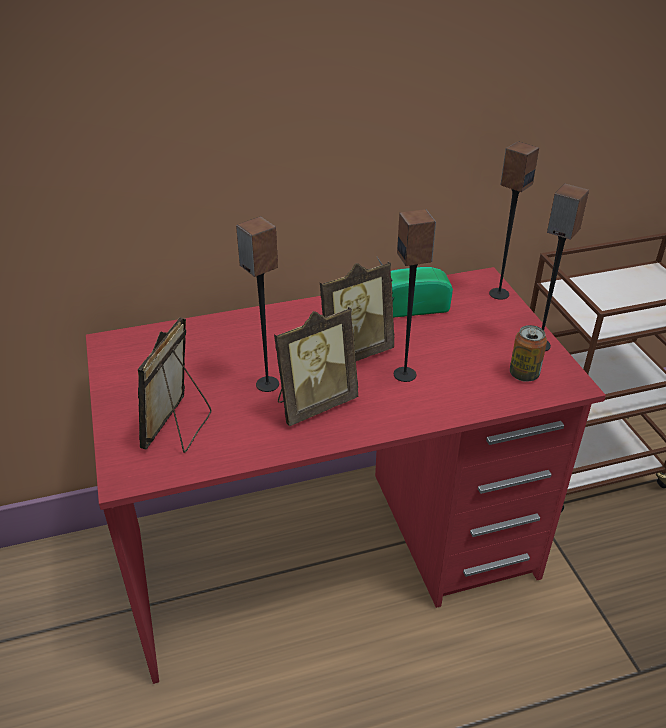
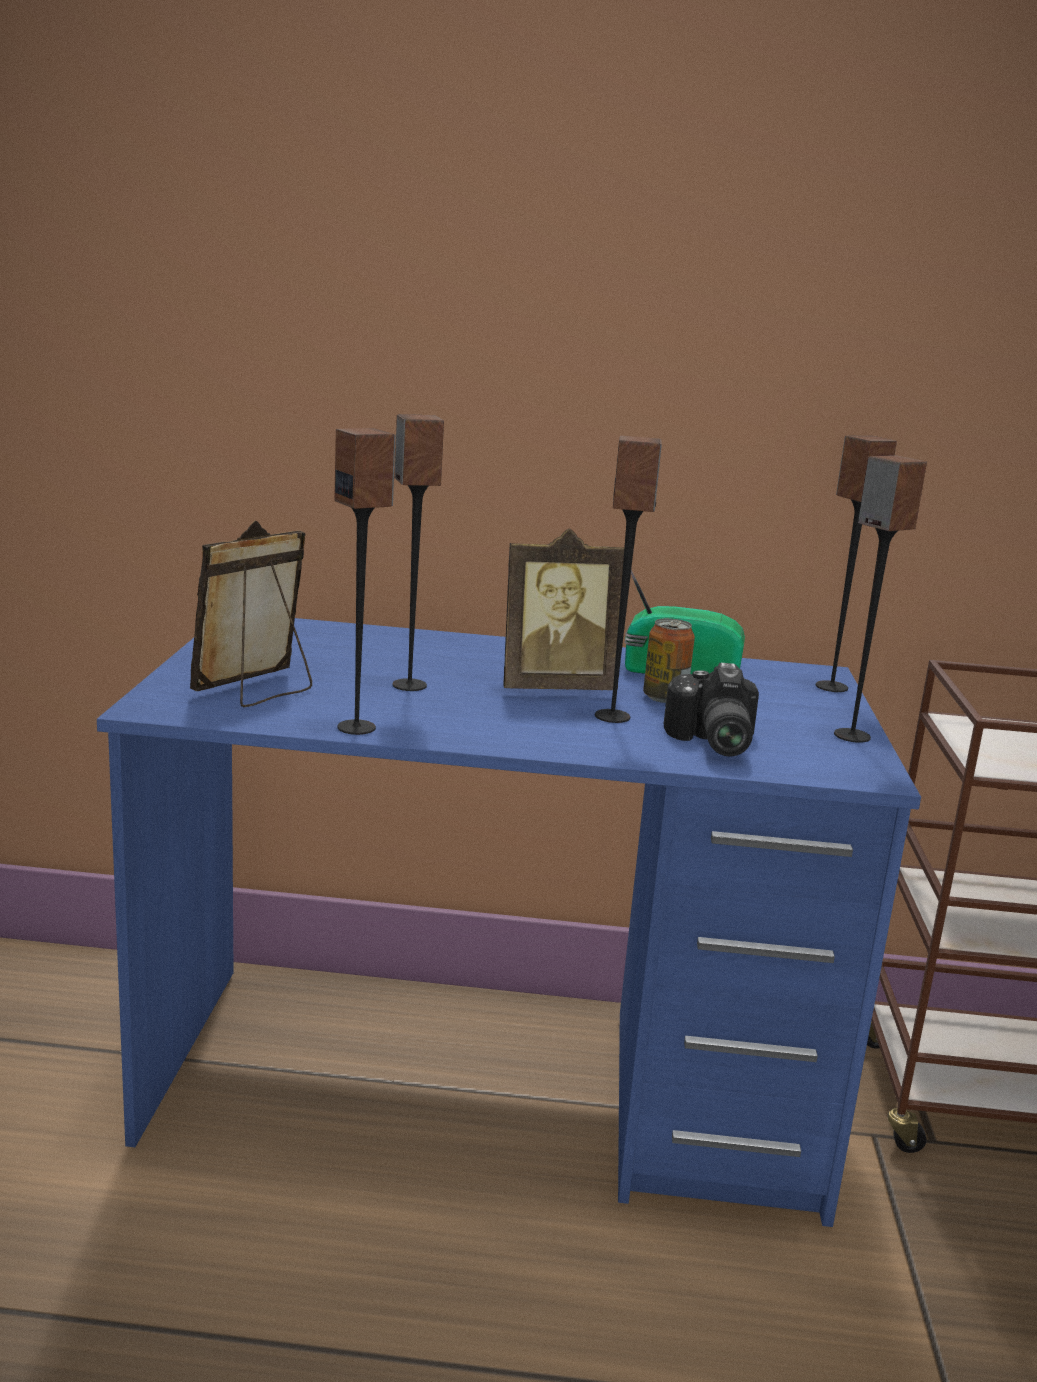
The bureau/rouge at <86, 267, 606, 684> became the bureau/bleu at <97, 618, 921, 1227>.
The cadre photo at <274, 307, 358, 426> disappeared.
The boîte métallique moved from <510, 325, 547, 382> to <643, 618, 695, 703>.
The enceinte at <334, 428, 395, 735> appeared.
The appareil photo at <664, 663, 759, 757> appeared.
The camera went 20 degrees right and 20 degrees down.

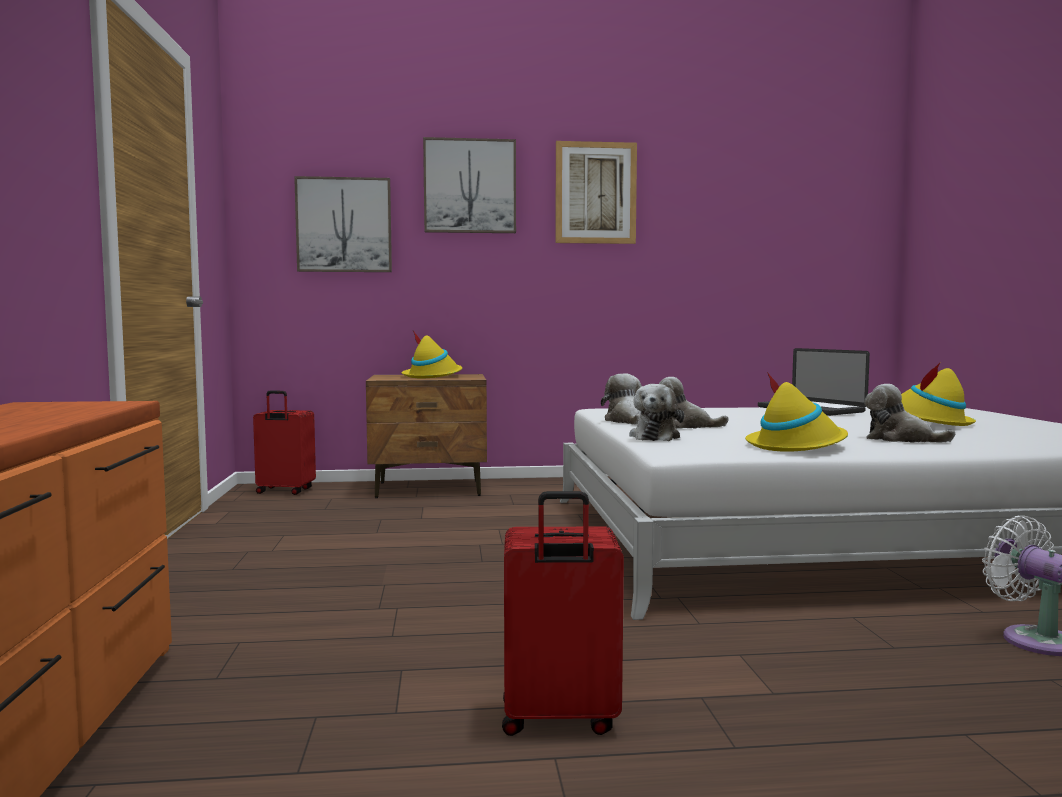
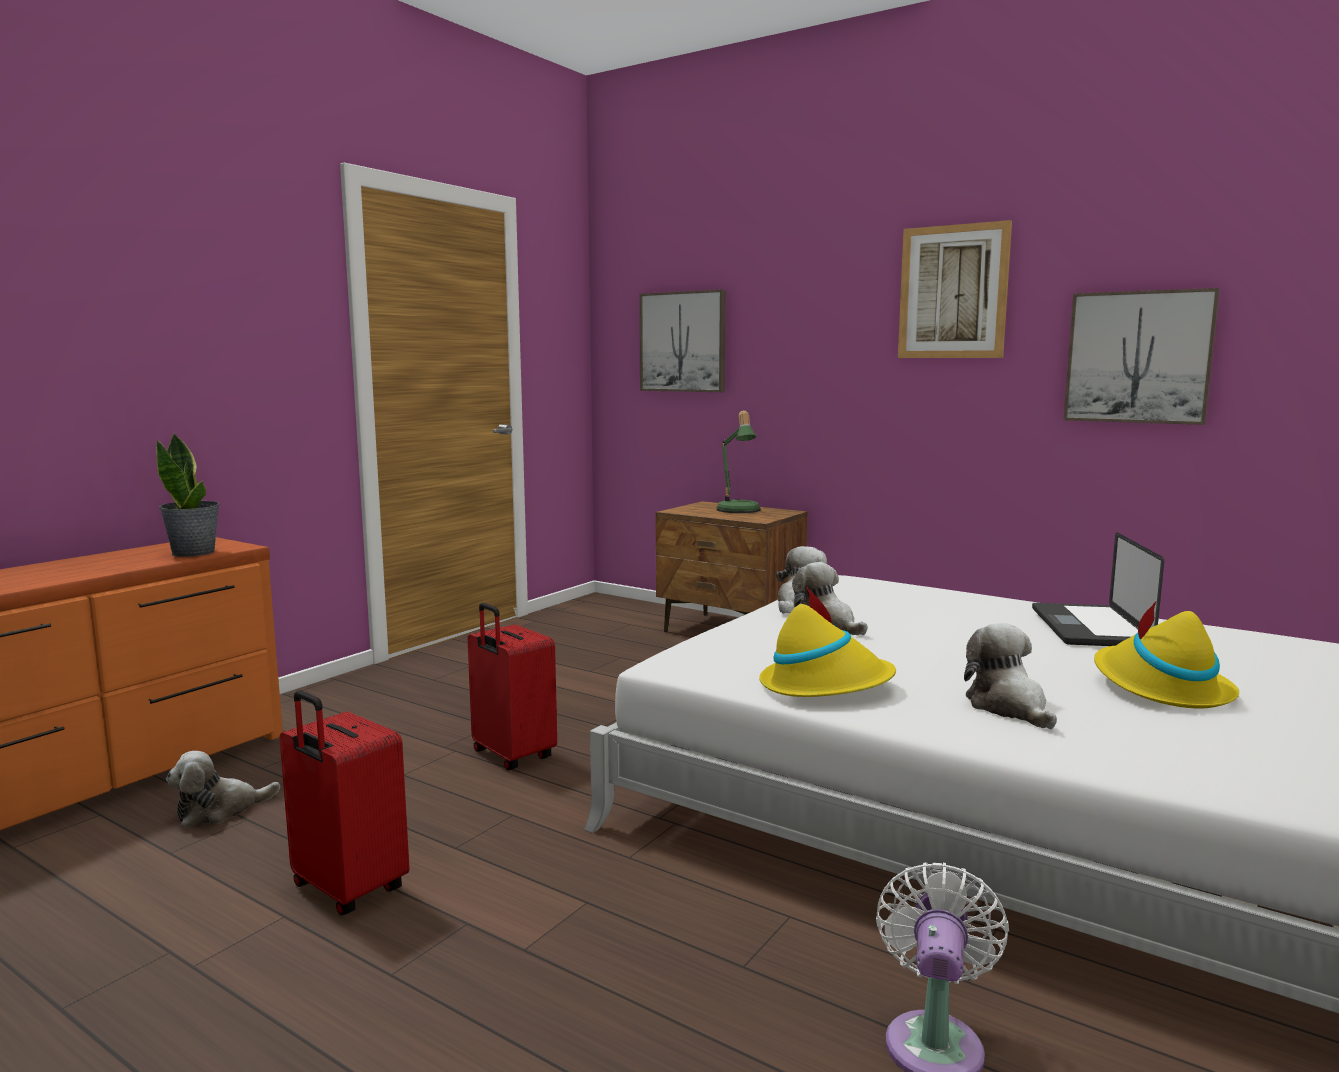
The tableau moved from <423, 137, 516, 233> to <1063, 288, 1220, 425>.
The chapeau/jaune at <401, 331, 462, 378> was replaced by the lampe de table at <716, 410, 761, 513>.
The peluche moved from <629, 384, 684, 441> to <166, 751, 280, 828>.
The valise/rouge moved from <253, 390, 316, 495> to <468, 603, 557, 770>.
The plante en pot at <156, 433, 219, 557> appeared.
The camera went 40 degrees right and 5 degrees up.

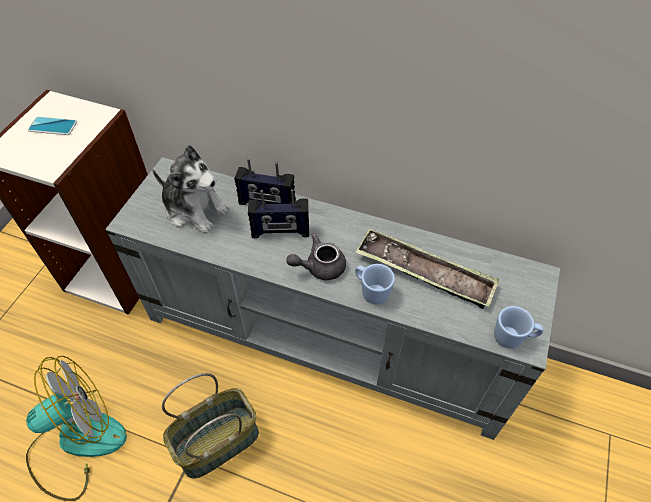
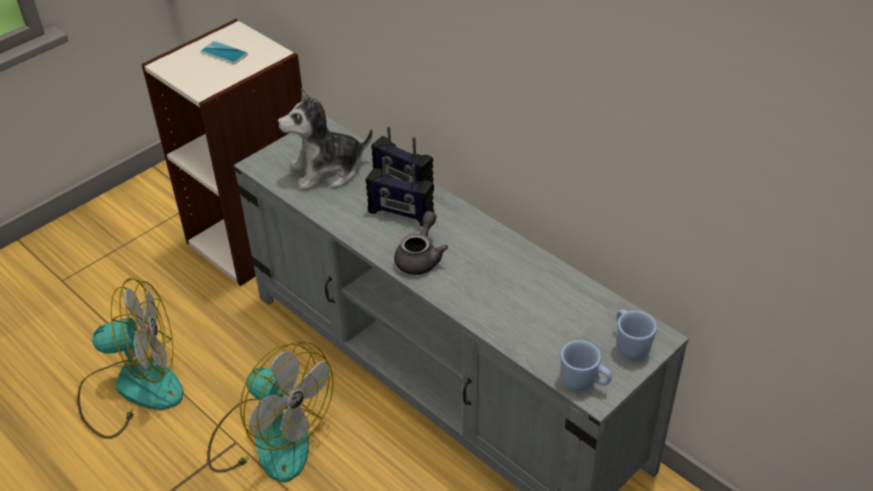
The peluche at <152, 145, 230, 234> turned 105 degrees clockwise.
The plateau at <355, 229, 499, 309> disappeared.
The théière/gris at <286, 233, 346, 280> turned 105 degrees clockwise.
The mug/bleu moved from <355, 264, 395, 305> to <617, 309, 657, 360>.
The panier at <162, 373, 259, 479> was replaced by the ventilateur at <207, 341, 333, 482>.
The camera went 25 degrees right and 10 degrees down.

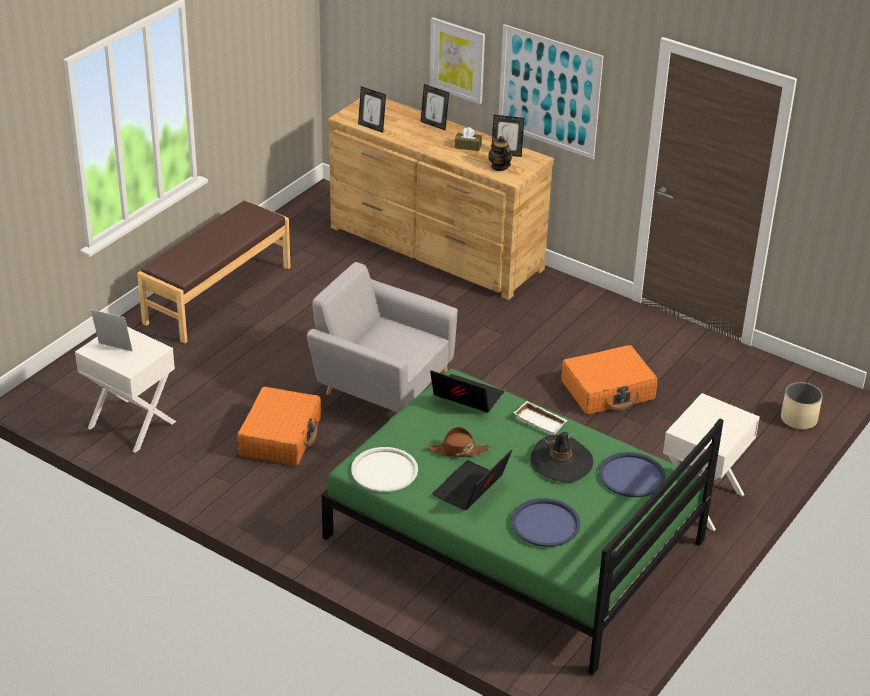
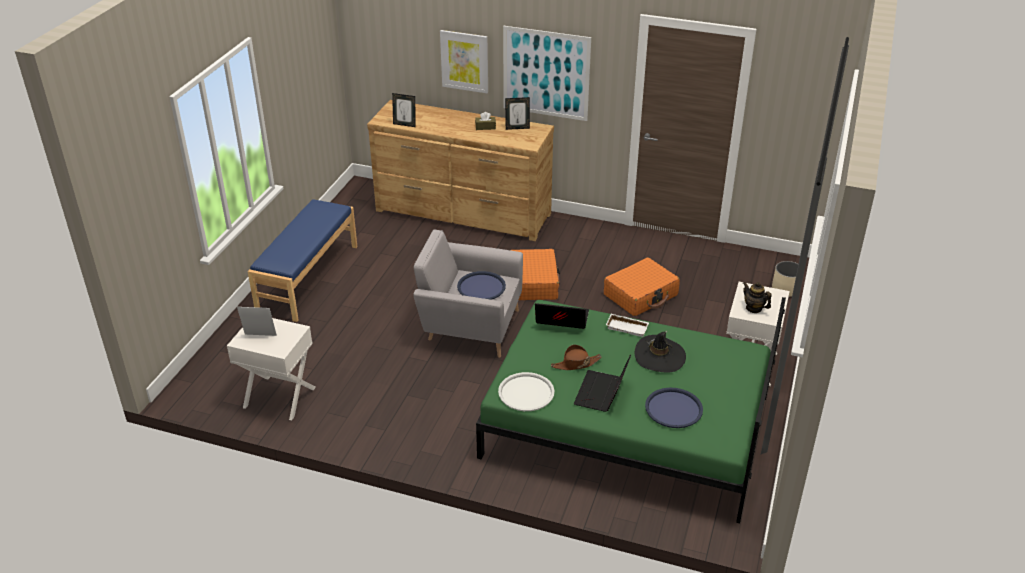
The cadre photo at <420, 84, 449, 130> disappeared.
The théière moved from <488, 136, 512, 171> to <743, 282, 772, 313>.
The banc/marron at <137, 201, 290, 344> became the banc/bleu at <248, 199, 358, 322>.
The valise/orange moved from <237, 387, 321, 466> to <511, 249, 560, 300>.
The plateau/bleu moved from <599, 452, 666, 497> to <457, 271, 506, 300>.
The camera went 15 degrees left and 0 degrees up.

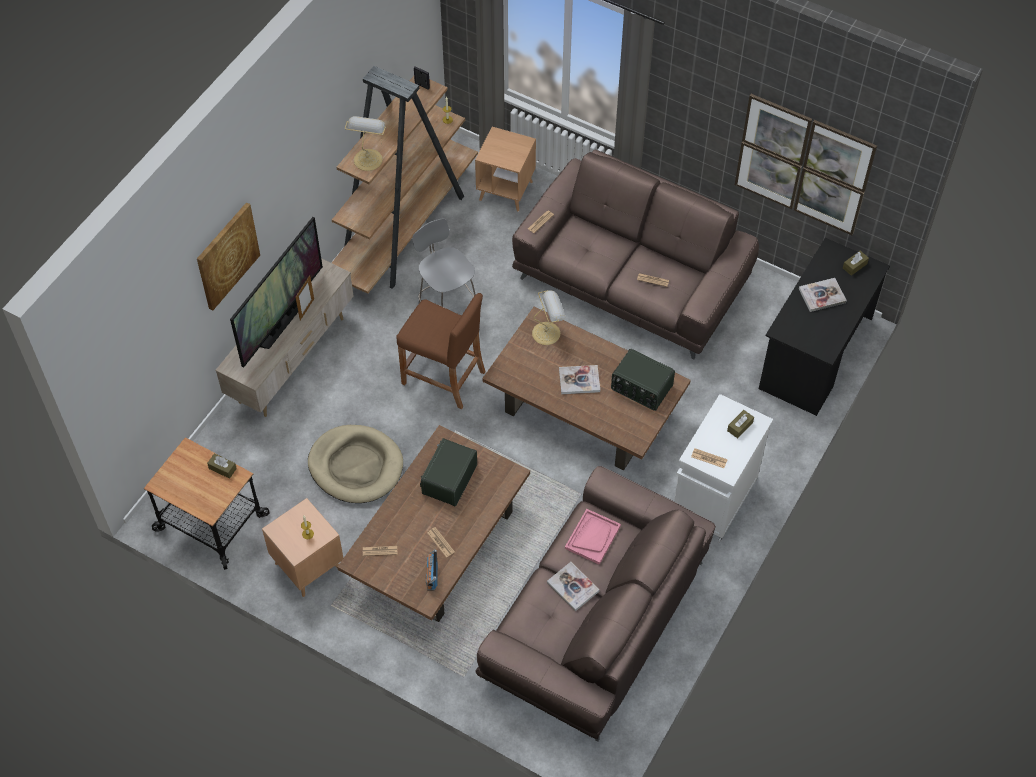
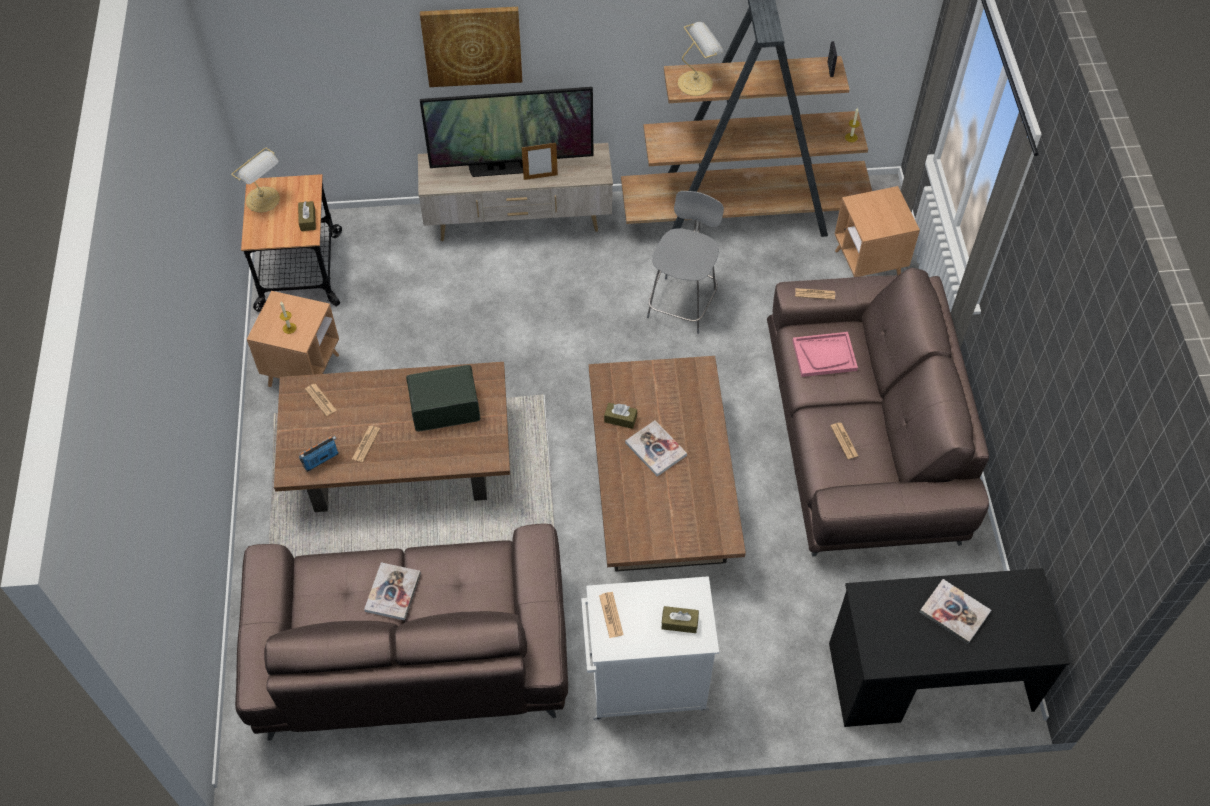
The tableau at <735, 94, 877, 236> disappeared.
The boîte à mouchoirs/marron moved from <843, 251, 869, 276> to <604, 403, 637, 429>.
The lampe de table moved from <532, 290, 566, 345> to <231, 148, 280, 212>.
The tabouret/marron at <396, 293, 486, 409> disappeared.
The radio at <611, 349, 675, 411> disappeared.
The panier pour chien/beige at <308, 425, 403, 503> disappeared.
The plateau/rose moved from <565, 509, 621, 565> to <792, 332, 858, 377>.
The camera went 55 degrees right and 0 degrees up.

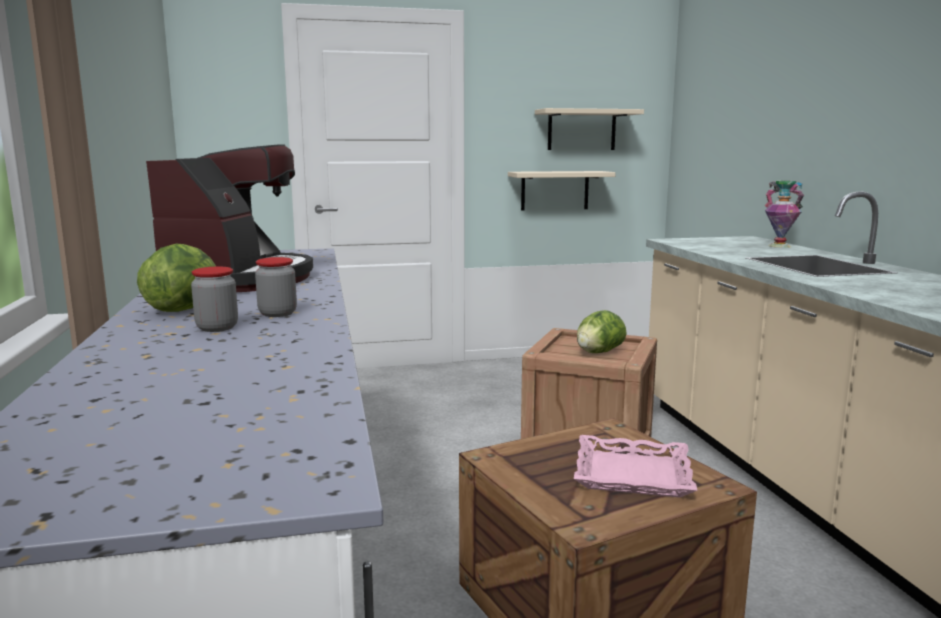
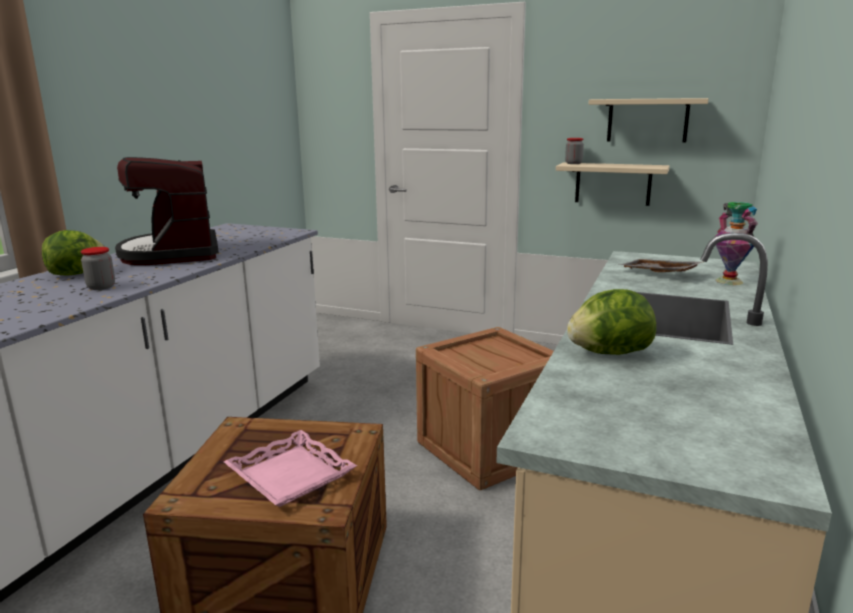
The machine à café at <146, 144, 313, 292> turned 120 degrees clockwise.
The bocal moved from <191, 267, 238, 332> to <565, 138, 584, 164>.
The laitue moved from <577, 310, 627, 353> to <567, 289, 656, 355>.
The plateau/gris at <618, 259, 702, 272> appeared.
The camera went 35 degrees right and 5 degrees up.

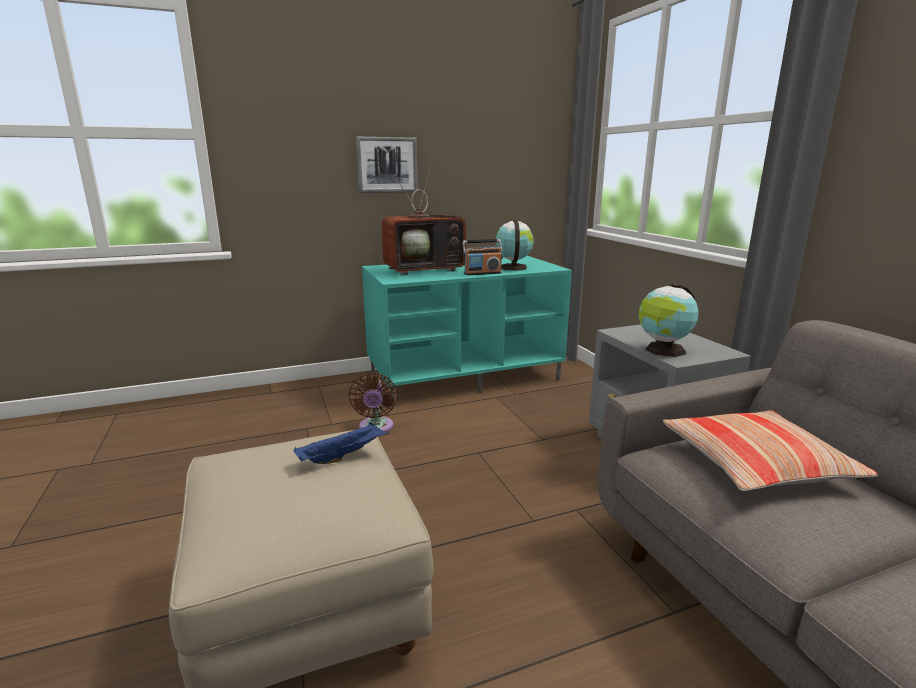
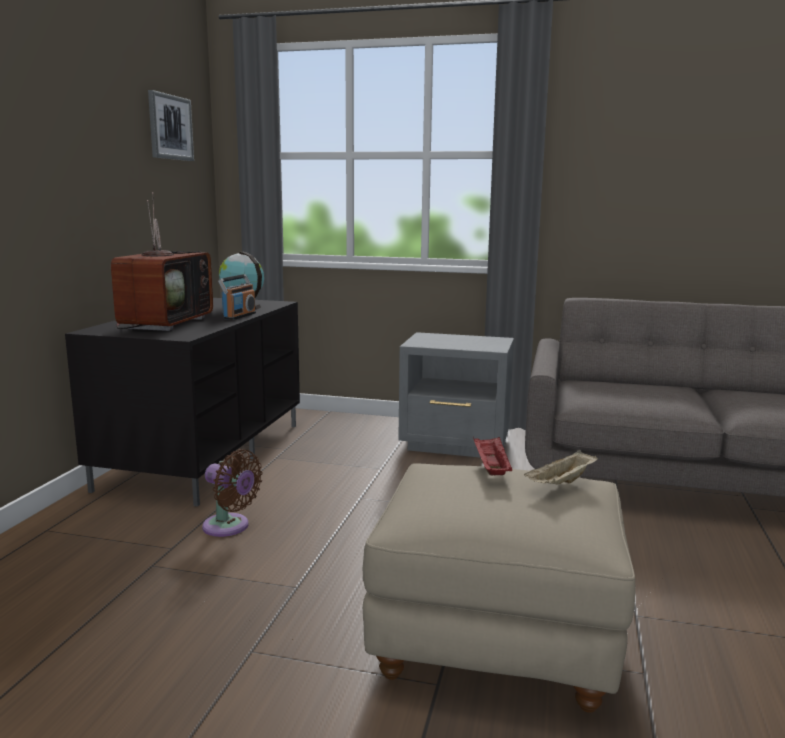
The tableau moved from <355, 137, 418, 193> to <148, 90, 194, 161>.
The meuble télé/turquoise at <362, 256, 572, 407> became the meuble télé/noir at <65, 298, 300, 507>.
The globe at <639, 284, 699, 357> disappeared.
The coussin at <663, 410, 878, 491> disappeared.
The plateau/bleu at <294, 422, 388, 464> became the plateau/rouge at <473, 437, 512, 475>.
The plateau/beige at <524, 450, 598, 485> appeared.
The camera went 55 degrees left and 5 degrees down.

